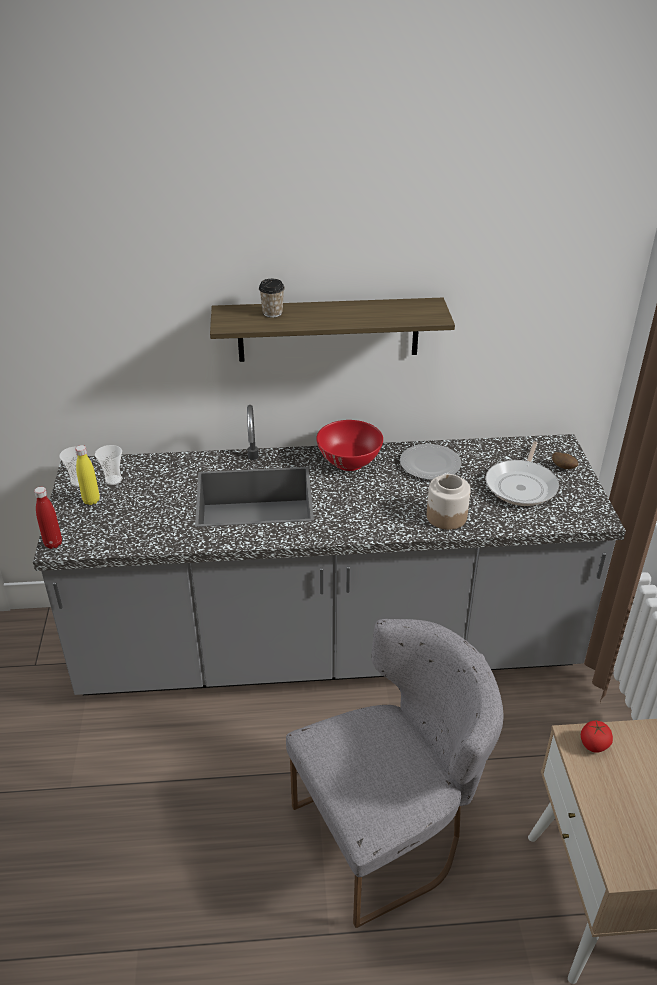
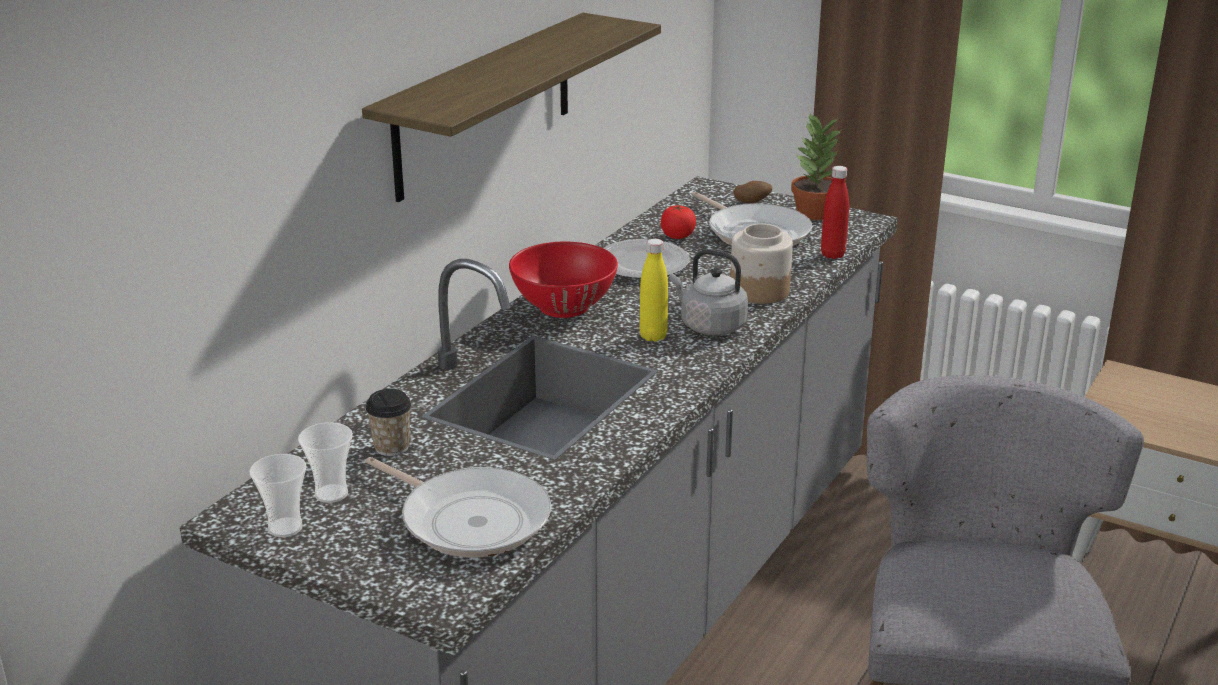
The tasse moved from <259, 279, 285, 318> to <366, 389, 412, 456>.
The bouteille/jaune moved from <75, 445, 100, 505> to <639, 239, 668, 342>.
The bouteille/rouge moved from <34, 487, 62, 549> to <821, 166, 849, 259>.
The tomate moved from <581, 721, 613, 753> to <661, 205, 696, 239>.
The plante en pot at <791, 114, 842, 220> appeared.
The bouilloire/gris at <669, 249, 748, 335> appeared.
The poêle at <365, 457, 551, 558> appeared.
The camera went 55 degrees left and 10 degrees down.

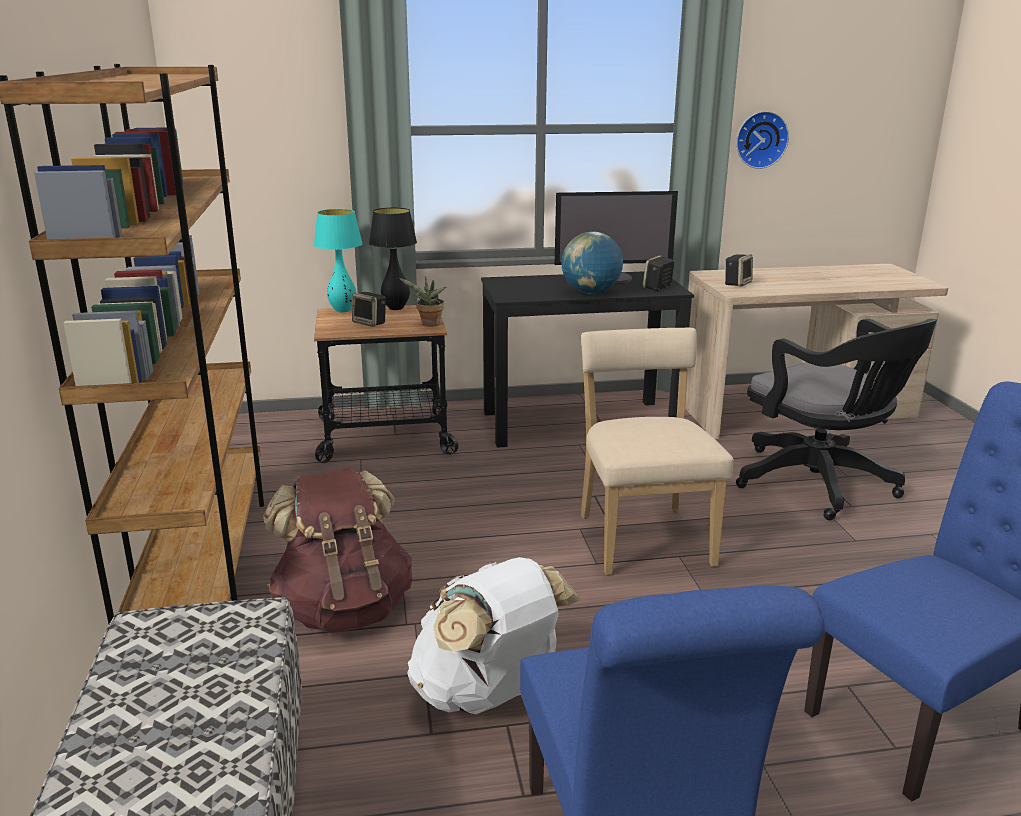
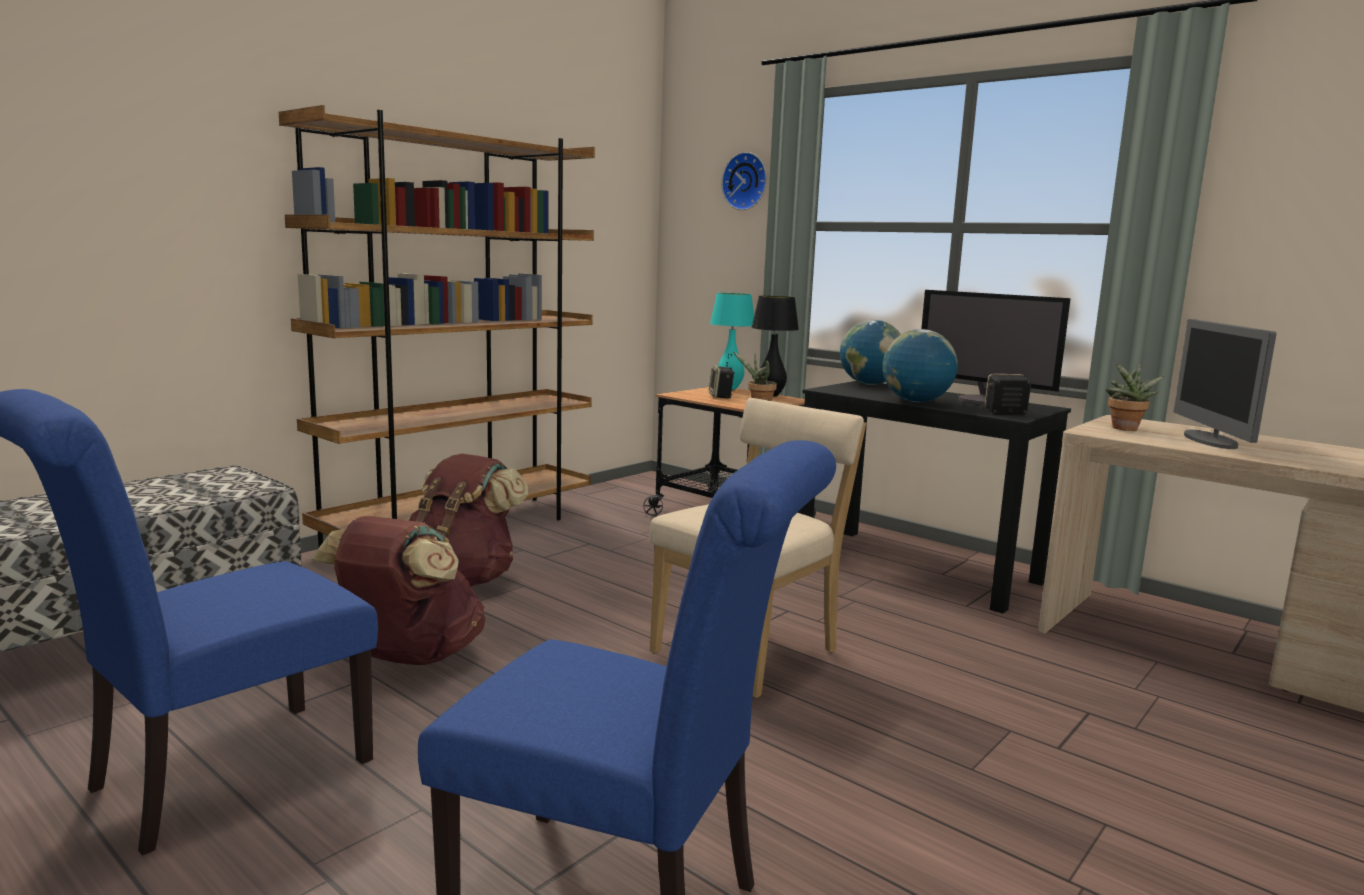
The horloge murale moved from <736, 111, 789, 169> to <721, 152, 767, 210>.
The enceinte at <725, 254, 753, 287> was replaced by the plante en pot at <1105, 363, 1165, 431>.
The chaise de bureau/noir at <736, 319, 937, 520> disappeared.
The sac à dos/blanc at <407, 557, 580, 714> became the sac à dos/marron at <311, 516, 486, 665>.
The écran d'ordinateur at <1174, 319, 1277, 449> appeared.
The globe at <840, 320, 901, 385> appeared.
The camera went 50 degrees right and 10 degrees down.

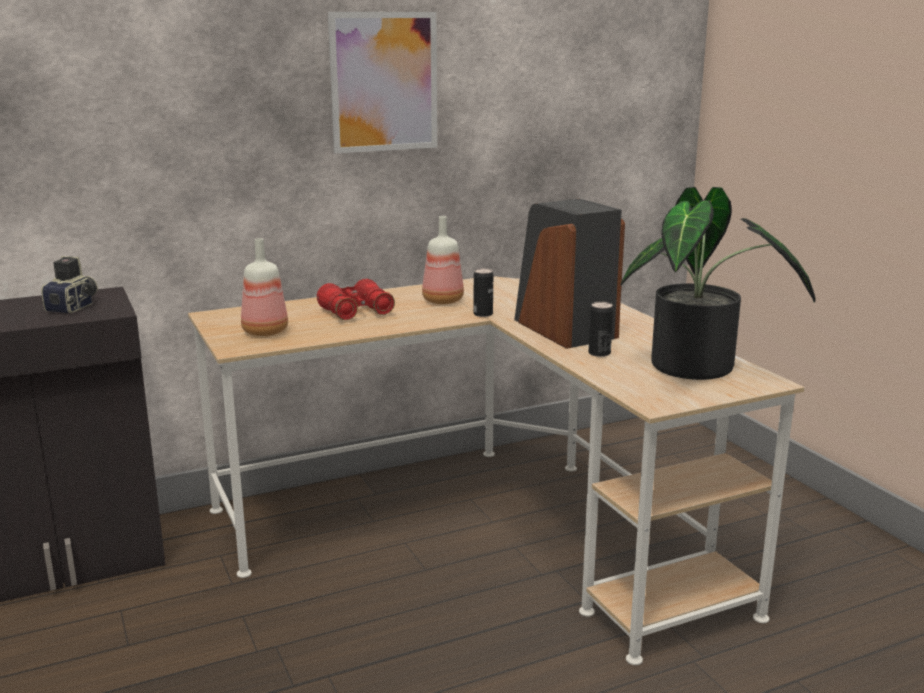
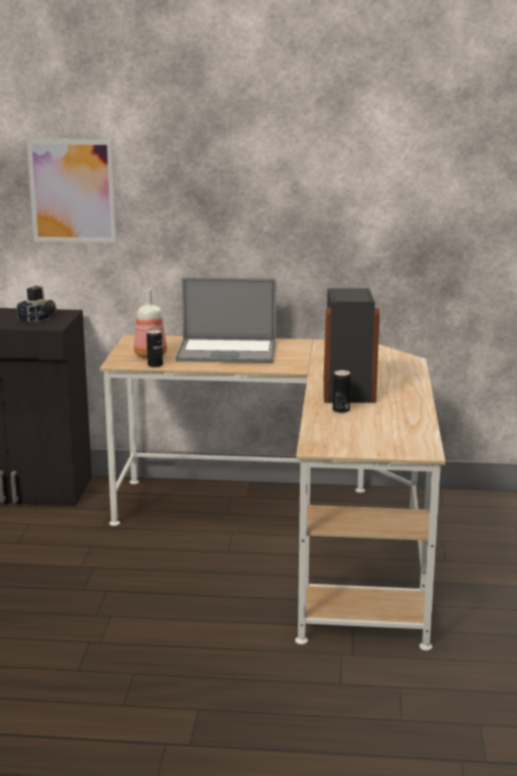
The tableau moved from <328, 12, 437, 154> to <27, 139, 116, 243>.
The plante en pot at <621, 187, 815, 380> disappeared.
The bouteille at <422, 216, 464, 304> disappeared.
The boîte métallique moved from <474, 268, 493, 317> to <147, 329, 163, 367>.
The jumelles/rouge at <317, 279, 395, 320> was replaced by the ordinateur portable at <176, 277, 276, 363>.
The camera went 30 degrees right and 0 degrees up.

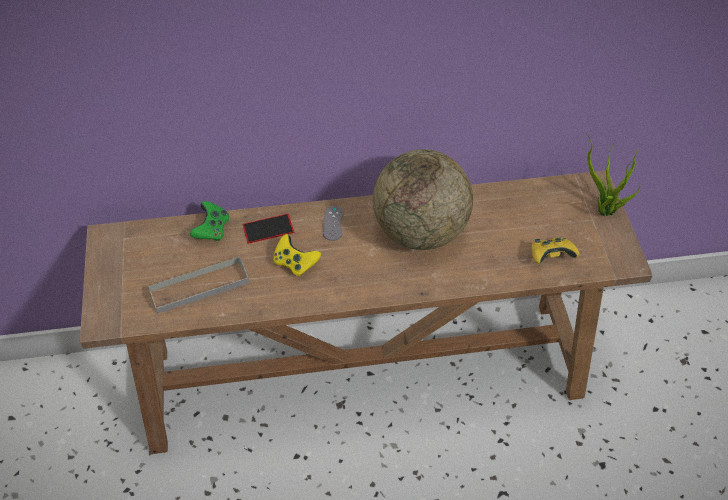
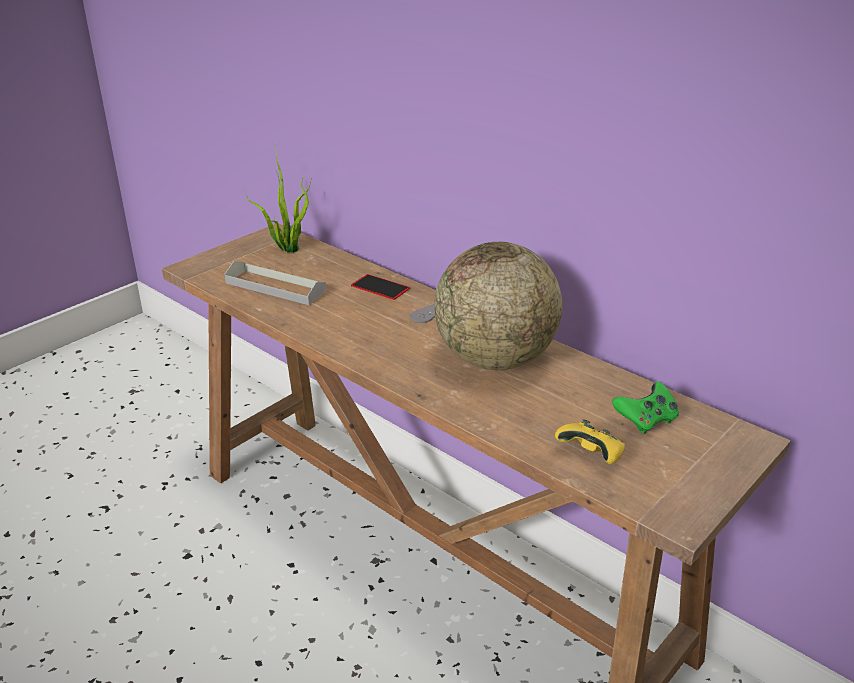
The plante en pot moved from <586, 132, 640, 216> to <244, 152, 312, 253>.
The manette/vert moved from <190, 201, 229, 241> to <612, 382, 679, 434>.
The manette/jaune at <273, 234, 321, 276> disappeared.
The camera went 50 degrees right and 20 degrees down.

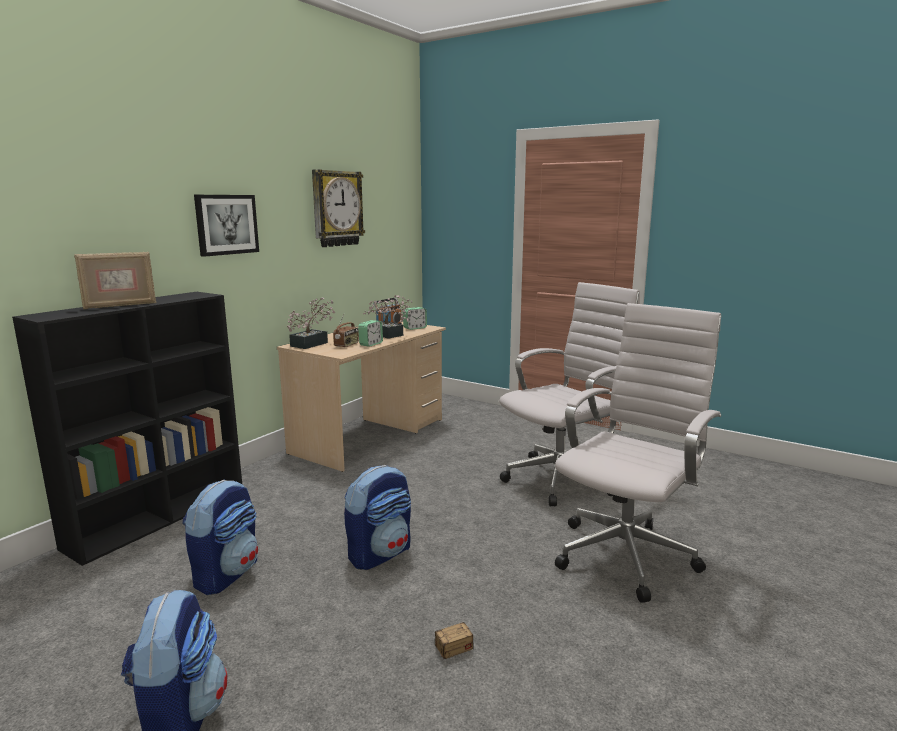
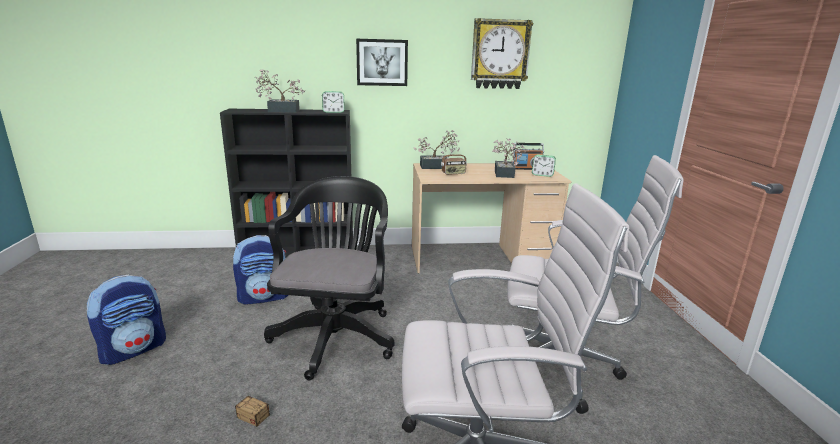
The cadre photo at <74, 251, 156, 309> was replaced by the plante en pot at <255, 69, 305, 113>.
The réveil moved from <358, 320, 383, 347> to <322, 91, 345, 113>.
The sac à dos at <344, 465, 411, 570> was replaced by the chaise de bureau/noir at <264, 176, 394, 380>.
The camera went 50 degrees right and 5 degrees up.

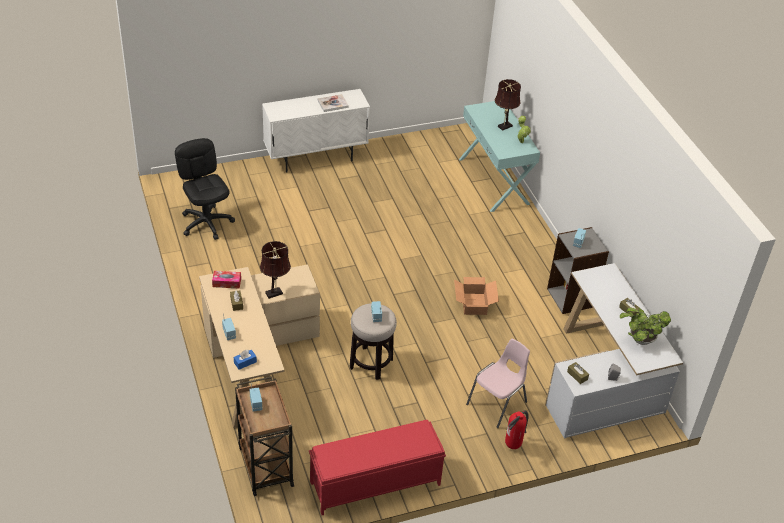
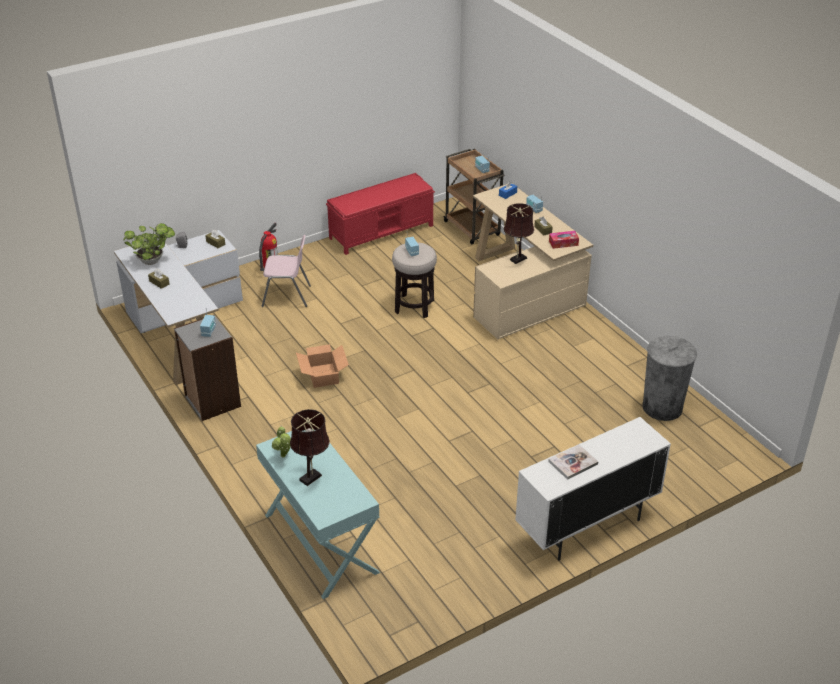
The chaise de bureau/noir at <175, 138, 235, 240> was replaced by the poubelle/gris at <642, 336, 697, 421>.
The chaise/rose at <466, 338, 530, 428> turned 120 degrees counterclockwise.
The camera went 170 degrees right and 5 degrees down.

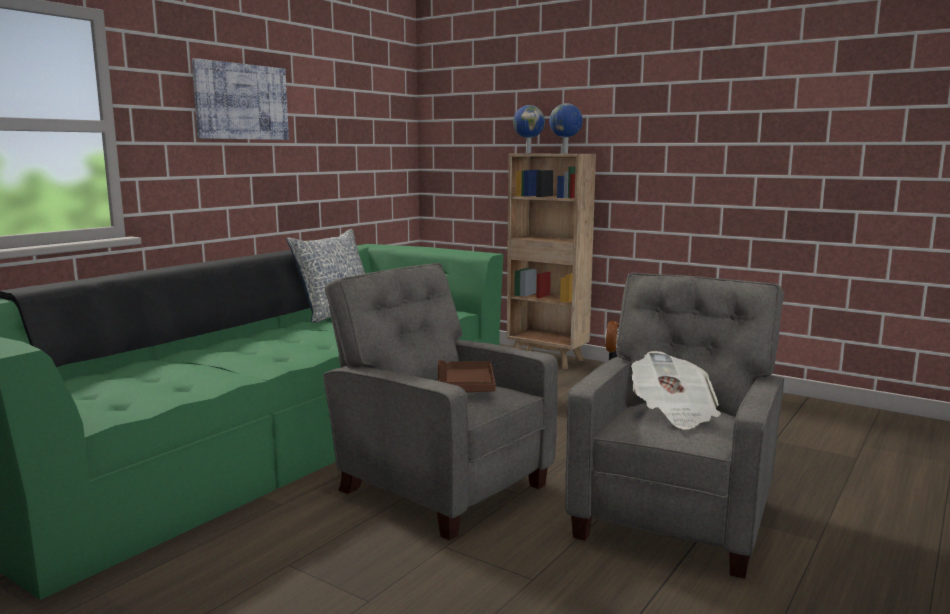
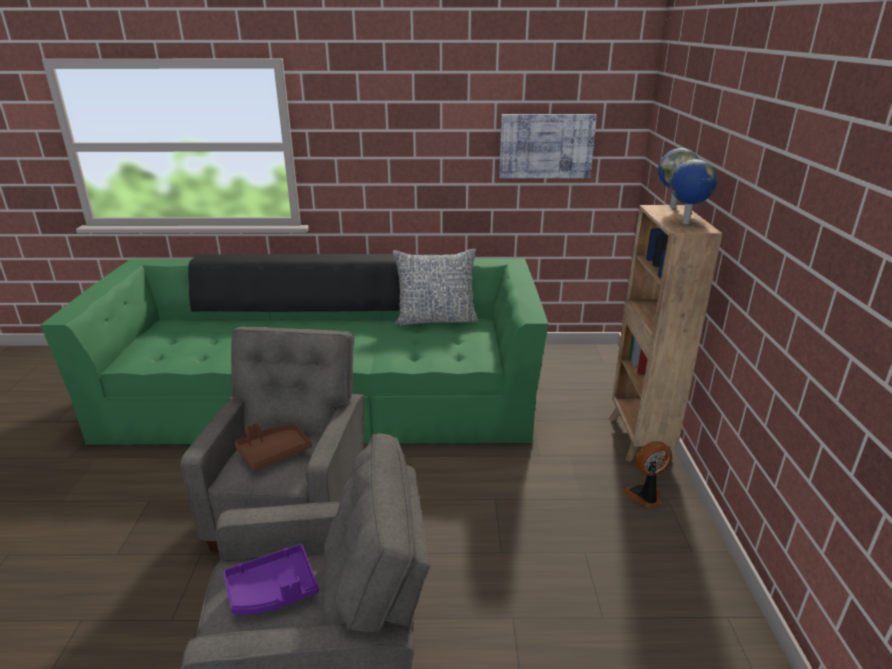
The tableau moved from <192, 58, 289, 140> to <499, 114, 597, 178>.
The journal at <631, 351, 721, 430> was replaced by the plateau/violet at <223, 544, 319, 615>.
The camera went 55 degrees right and 15 degrees up.

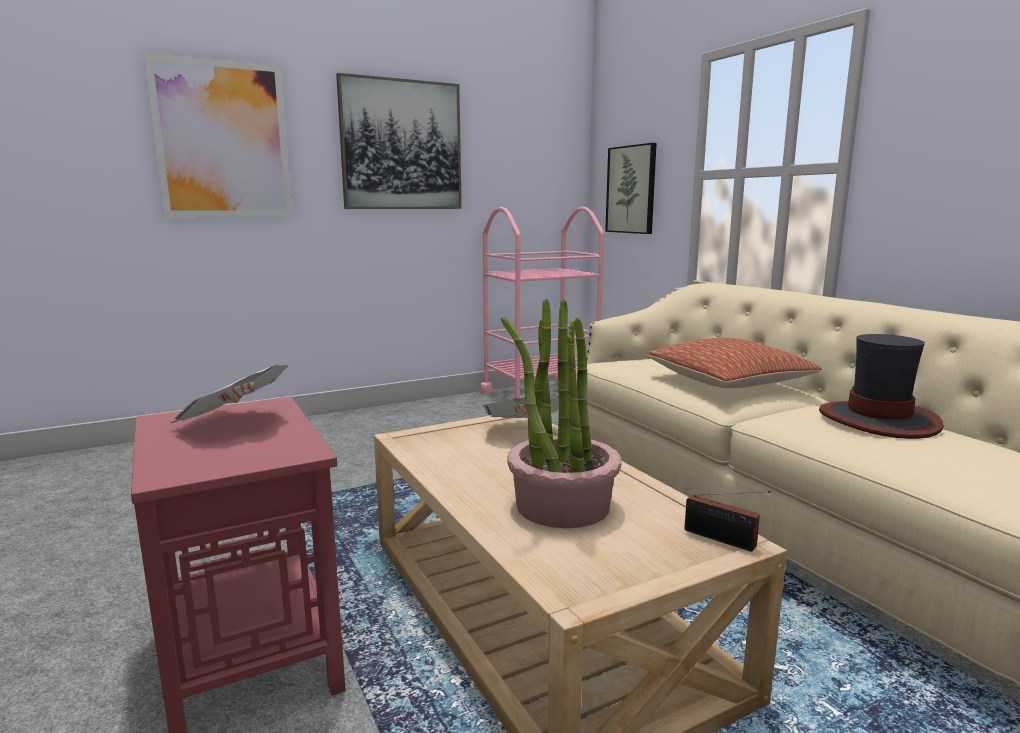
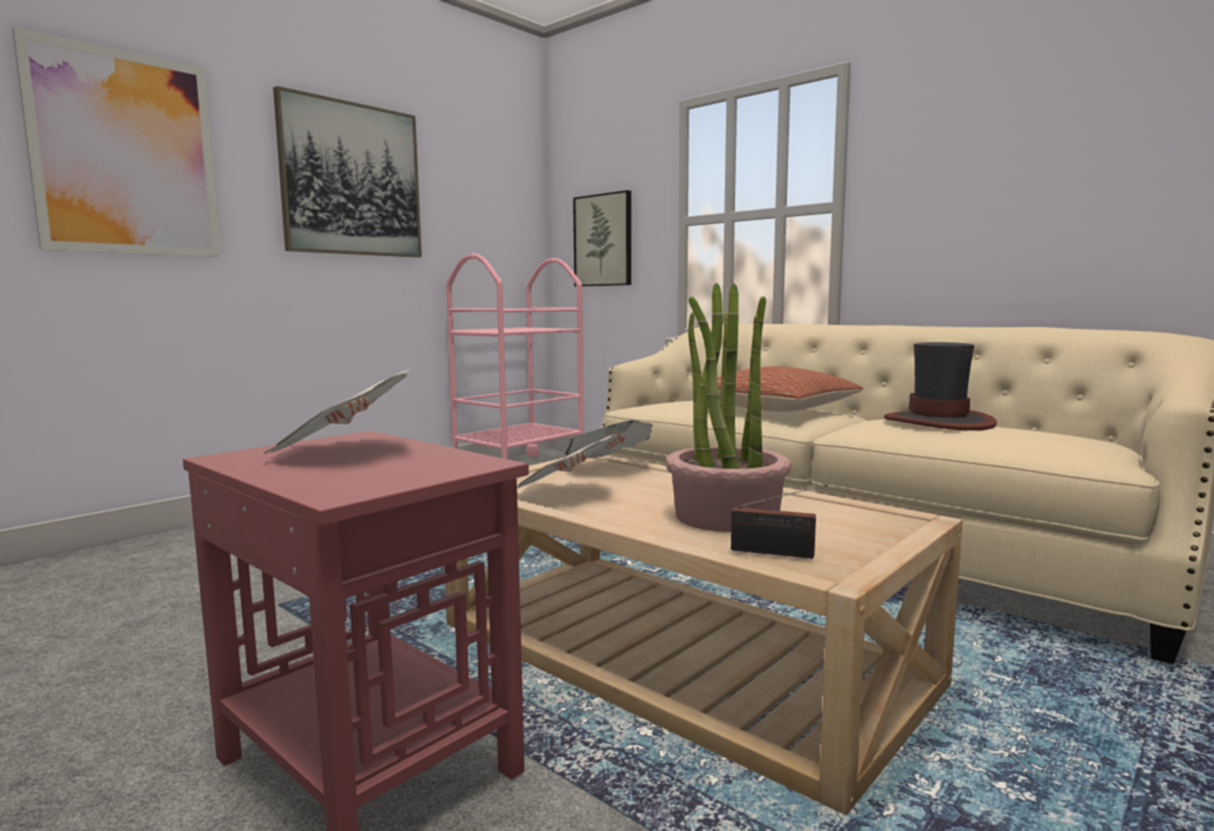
The radio moved from <684, 491, 771, 552> to <731, 484, 828, 559>.
The journal at <517, 434, 616, 488> appeared.
The camera went 20 degrees left and 5 degrees down.

